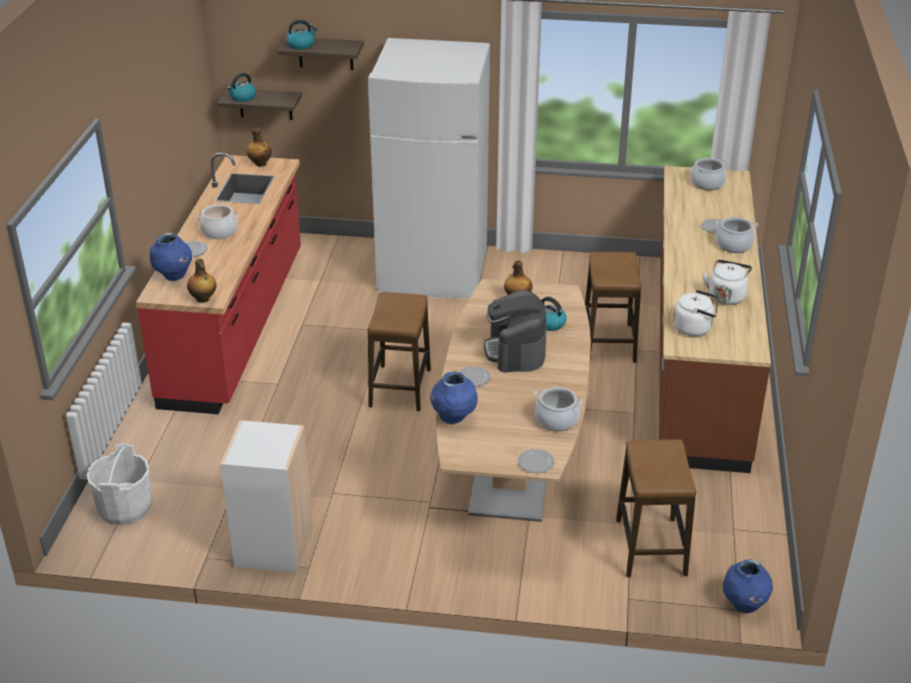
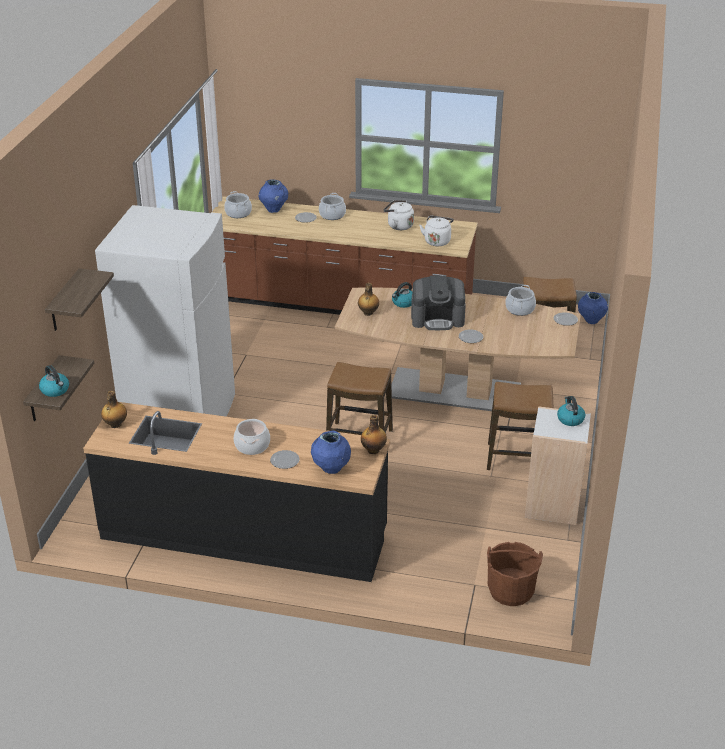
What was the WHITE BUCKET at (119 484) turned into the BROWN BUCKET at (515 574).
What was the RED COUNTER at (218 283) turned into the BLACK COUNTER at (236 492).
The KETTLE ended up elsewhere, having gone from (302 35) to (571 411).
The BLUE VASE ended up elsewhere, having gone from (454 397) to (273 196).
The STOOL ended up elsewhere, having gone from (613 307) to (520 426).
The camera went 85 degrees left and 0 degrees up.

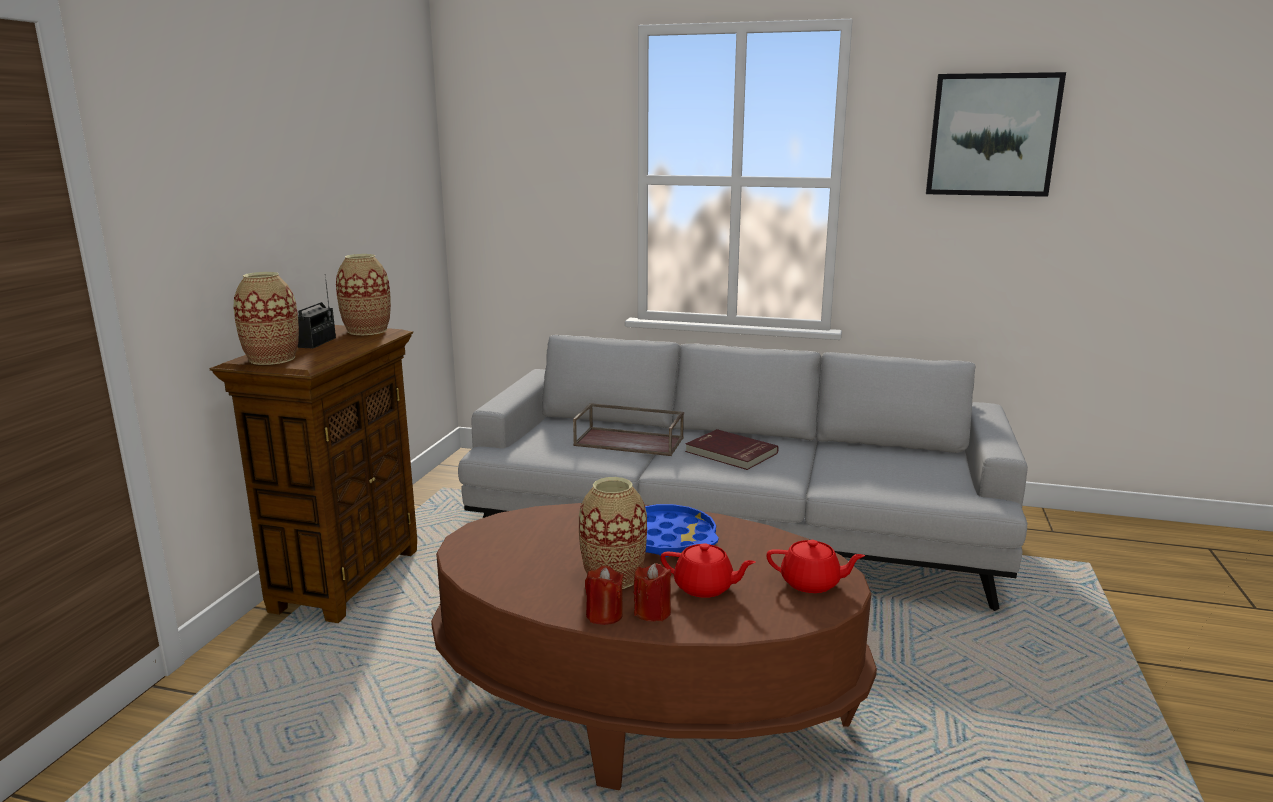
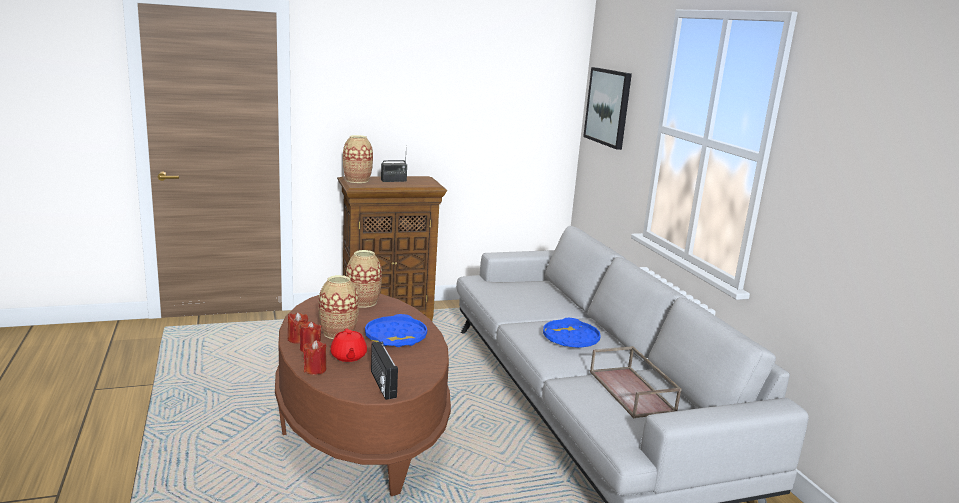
The VASE ended up elsewhere, having gone from (363 294) to (364 279).
The BROWN TRAY ended up elsewhere, having gone from (628 429) to (636 382).
Where the RED BOOK stood at (732 449), the BLUE TRAY came to stand at (572 333).
Where the RED TEAPOT stood at (815 566), the RADIO came to stand at (384 370).
The PICTURE ended up elsewhere, having gone from (996 134) to (607 108).
The second view gained the RED CANDLE at (314 357).
The camera went 55 degrees right and 0 degrees up.

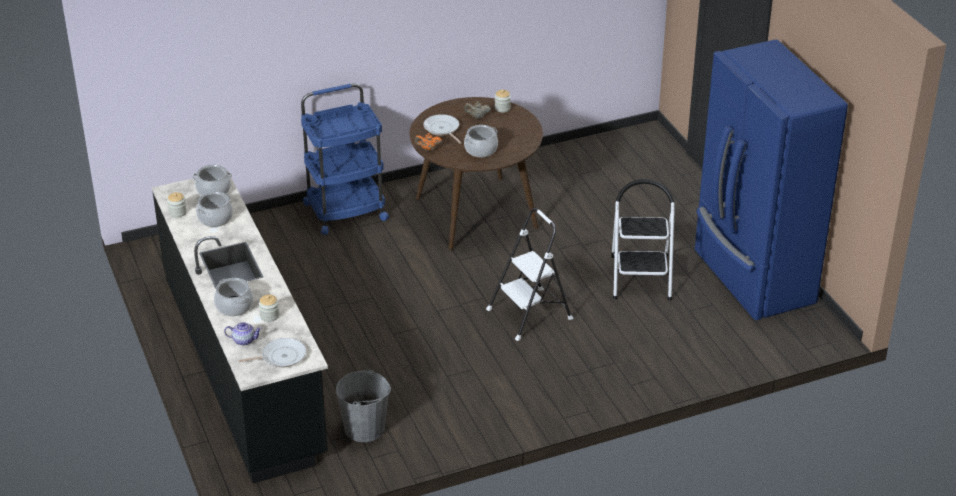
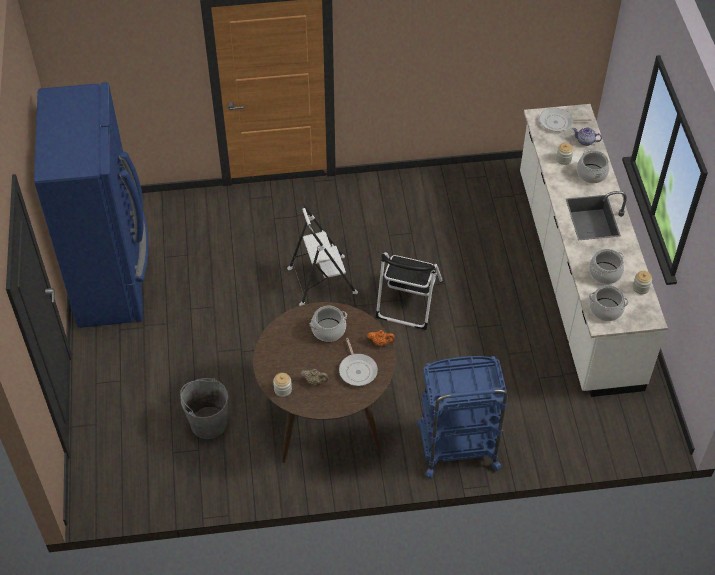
What was the BLACK COUNTER at (240 327) turned into the WHITE COUNTER at (594 250).
The GREY BUCKET ended up elsewhere, having gone from (363 405) to (204 408).
The STEP LADDER ended up elsewhere, having gone from (643 239) to (409 291).
The camera went 165 degrees left and 15 degrees up.

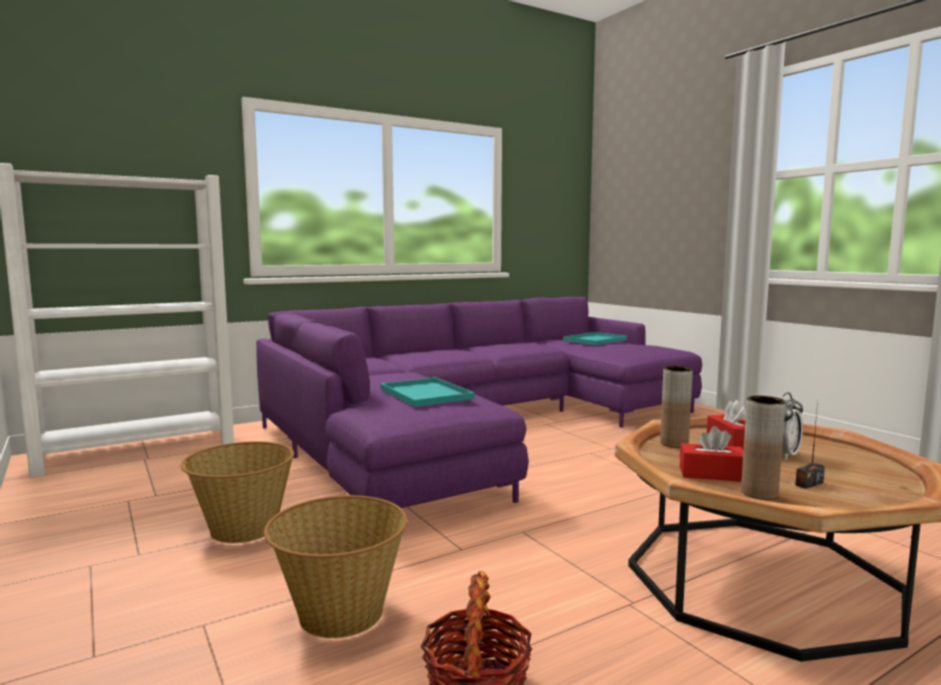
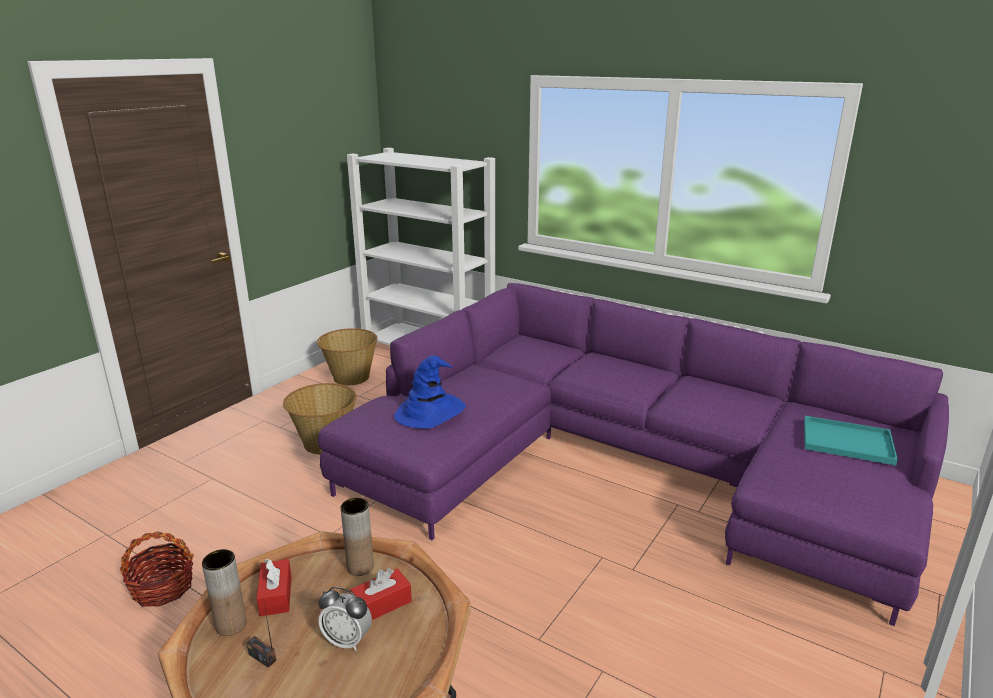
The BASKET ended up elsewhere, having gone from (336 566) to (347 356).
Where the TURQUOISE TRAY stood at (427 392), the BLUE HAT came to stand at (430 392).
The camera went 65 degrees right and 15 degrees up.

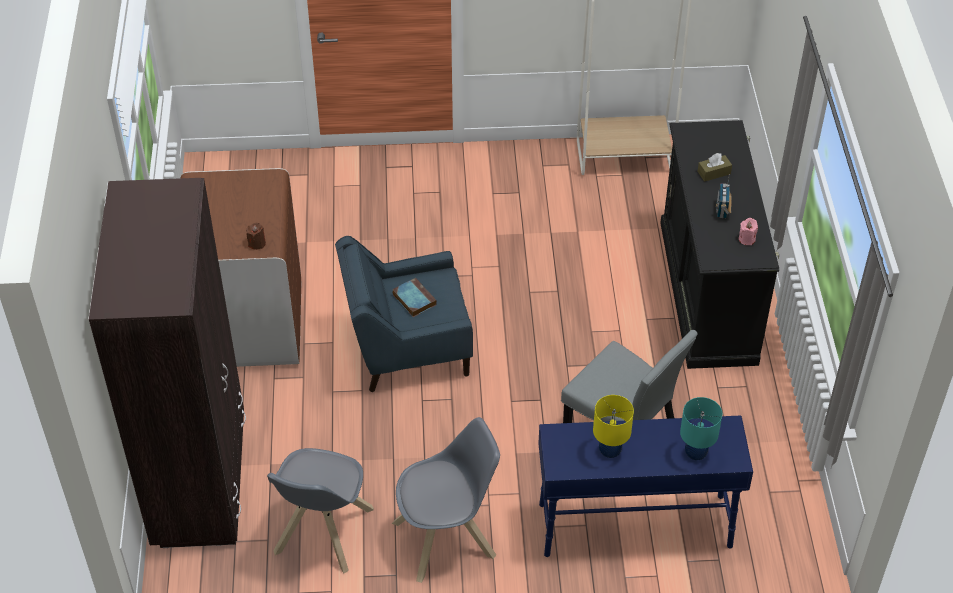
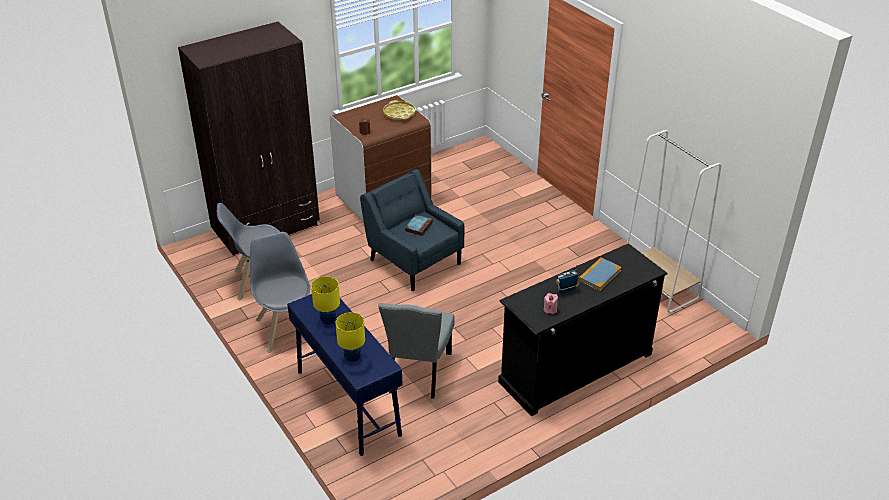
The GREY CHAIR at (446 500) ended up facing another way, 150 degrees counterclockwise from before.
What was the TURQUOISE TABLE LAMP at (701 428) turned into the YELLOW TABLE LAMP at (350 337).
Where the BROWN TISSUE BOX stood at (714 167), the BOOK came to stand at (600 274).
The second view gained the YELLOW TRAY at (399 110).
The camera went 60 degrees right and 10 degrees down.

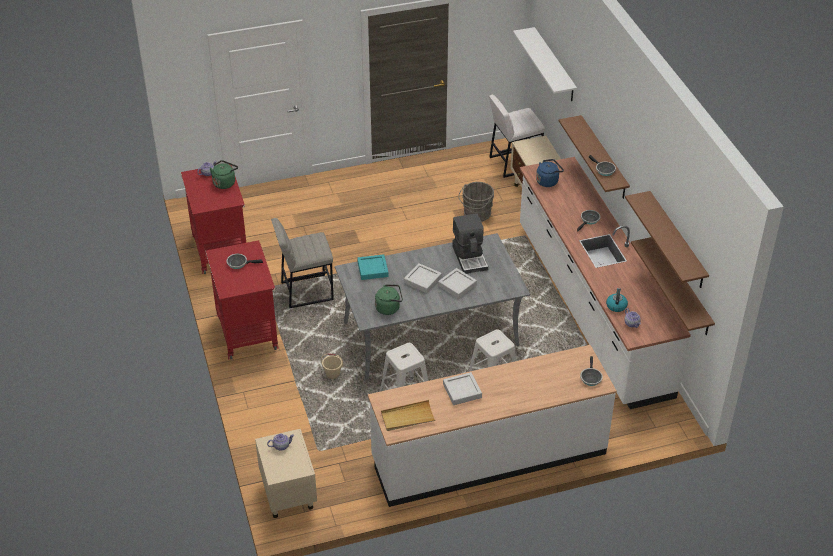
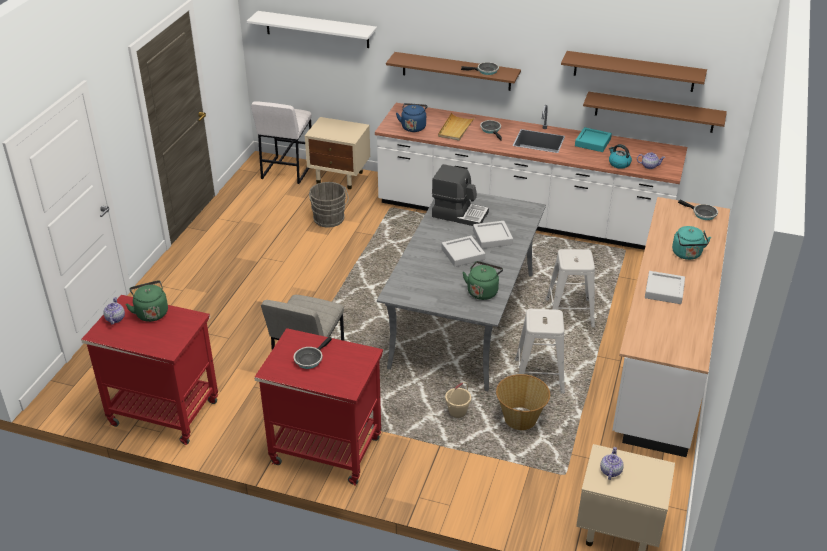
The TURQUOISE TRAY ended up elsewhere, having gone from (373 267) to (593 139).
The BEIGE TRAY ended up elsewhere, having gone from (408 415) to (456 126).
The second view gained the BASKET at (523 402).
The second view gained the TURQUOISE KETTLE at (691 243).
The camera went 55 degrees left and 5 degrees down.

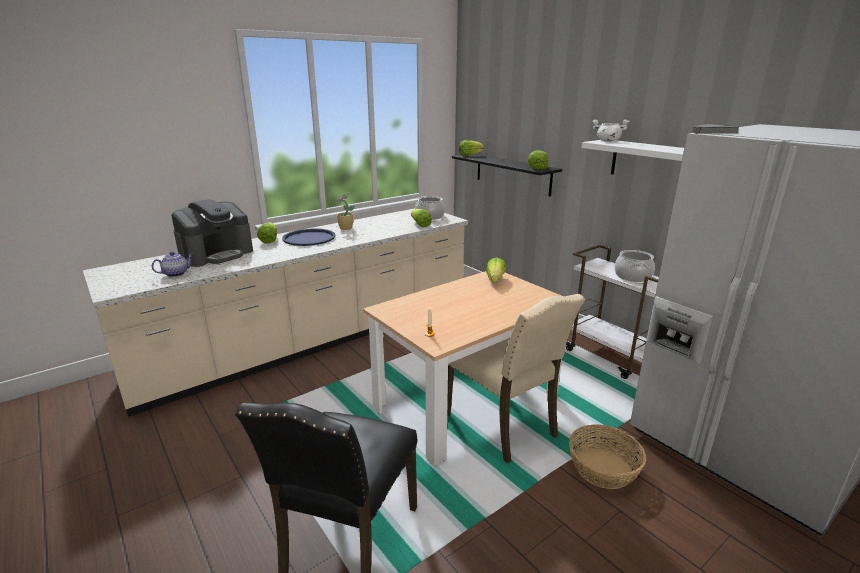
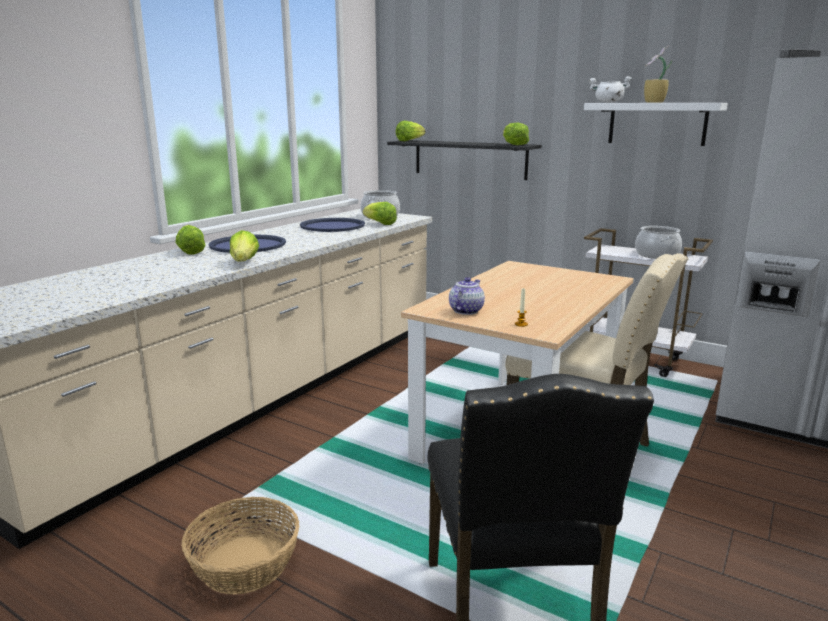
The TEAPOT ended up elsewhere, having gone from (172 264) to (467 296).
The second view lost the COFFEE MACHINE at (212 233).
The POTTED PLANT ended up elsewhere, having gone from (344 211) to (658 74).
The LETTUCE ended up elsewhere, having gone from (496 269) to (244 246).
The BASKET ended up elsewhere, having gone from (607 456) to (241 546).
The second view gained the BLUE TRAY at (332 225).
The camera went 20 degrees left and 5 degrees down.

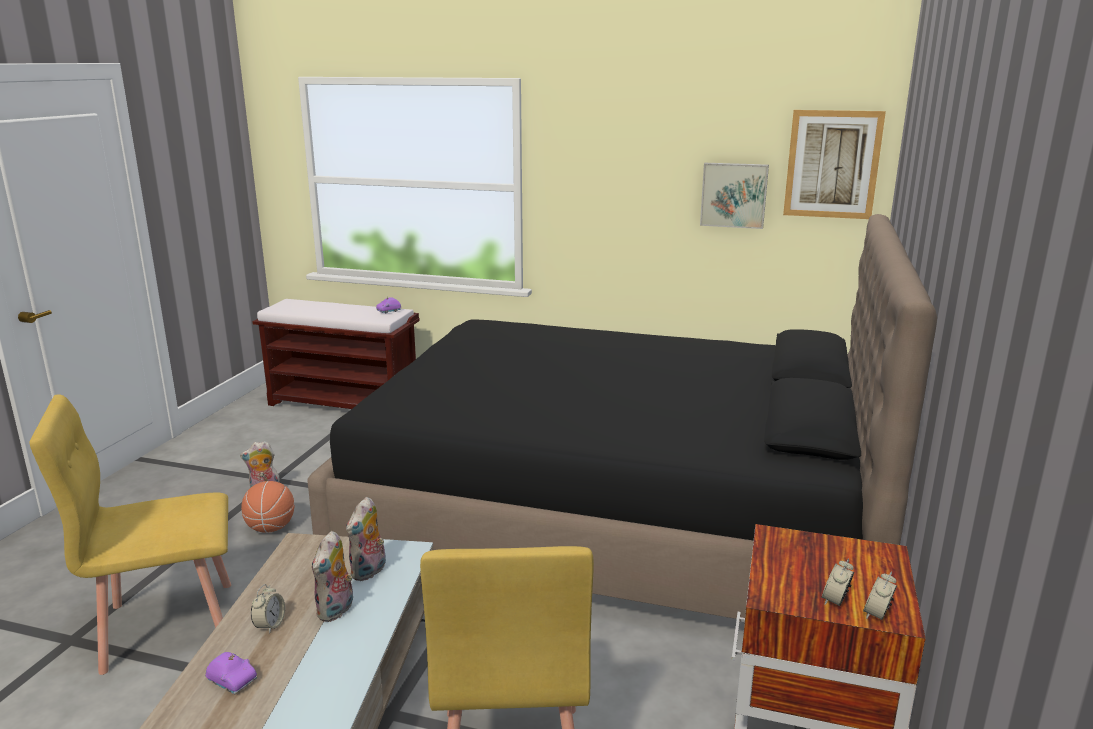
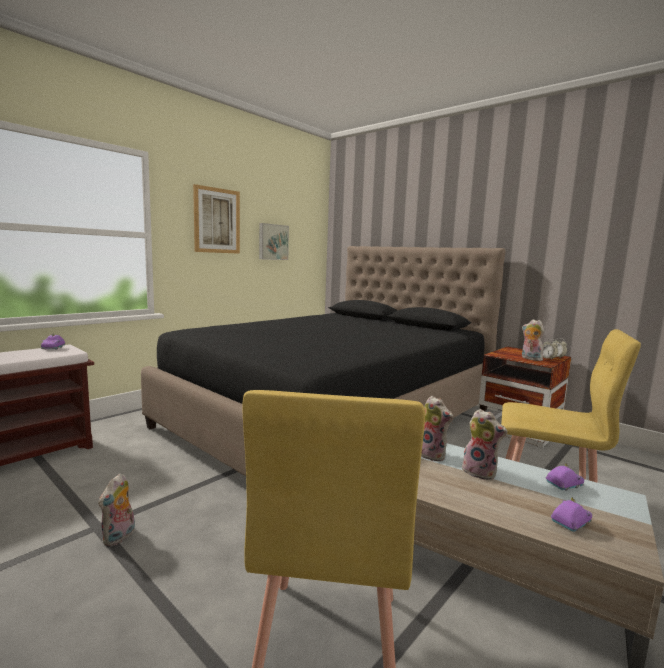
The second view lost the BASKETBALL at (267 507).
The second view lost the ALARM CLOCK at (268 609).
The PICTURE ended up elsewhere, having gone from (834 164) to (216 219).
The second view gained the PLUSH TOY at (533 340).
The second view gained the PURPLE TOY CAR at (565 477).
The camera went 65 degrees left and 10 degrees down.

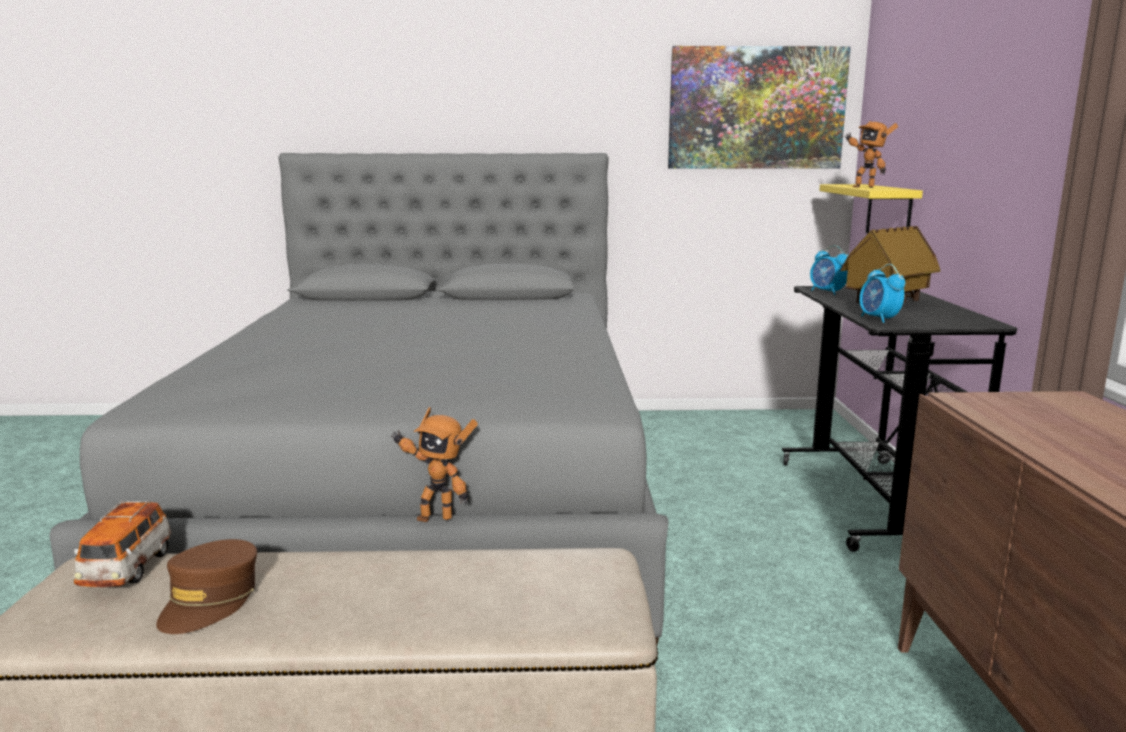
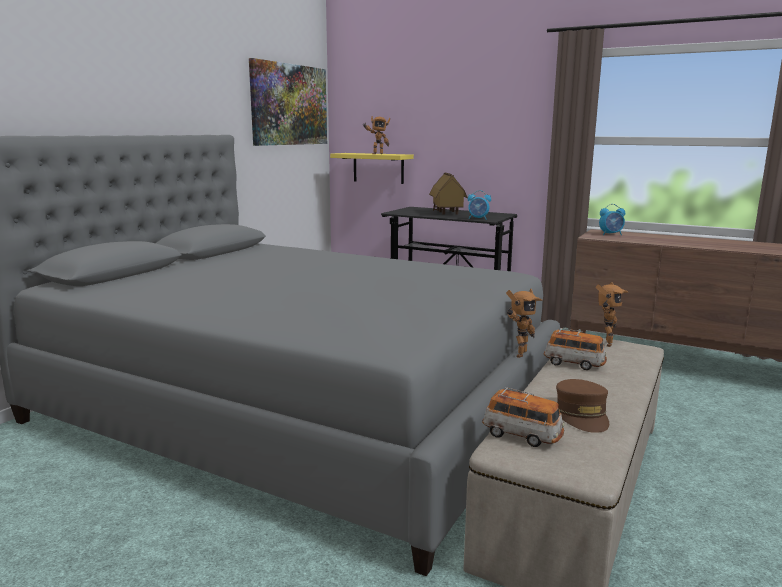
The BROWN CAP at (206 586) ended up facing another way, 45 degrees clockwise from before.
The ALARM CLOCK ended up elsewhere, having gone from (829 270) to (612 219).
The second view gained the TOY CAR at (575 349).
The second view gained the TOY ROBOT at (612 314).
The camera went 60 degrees left and 0 degrees up.

